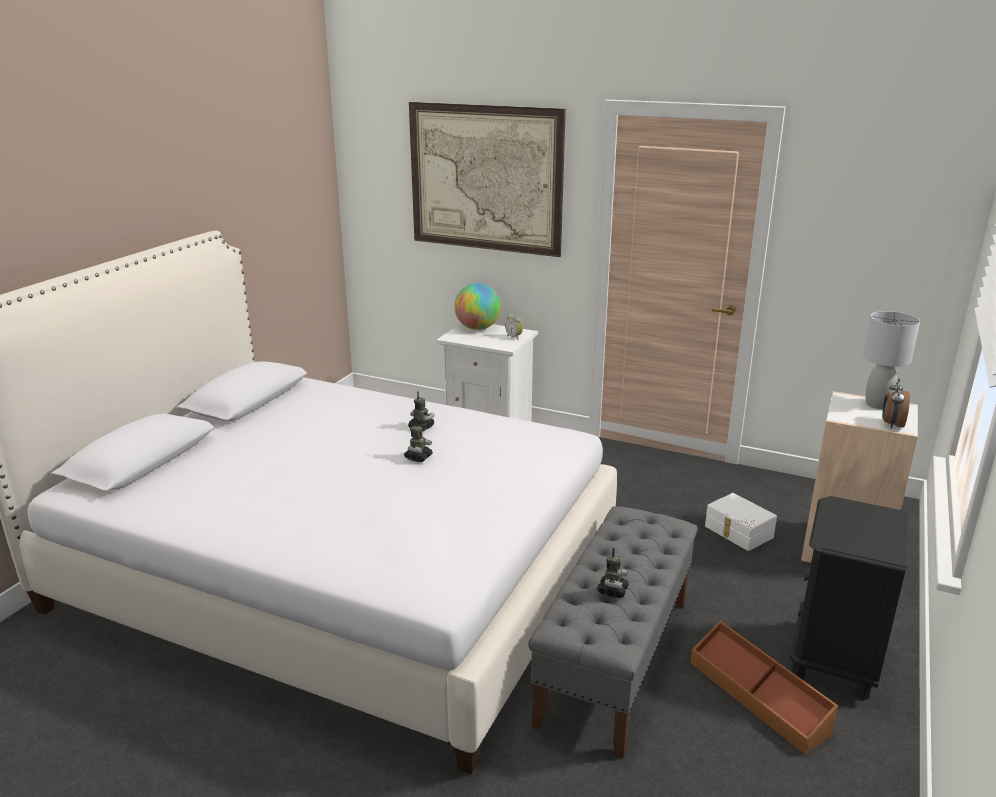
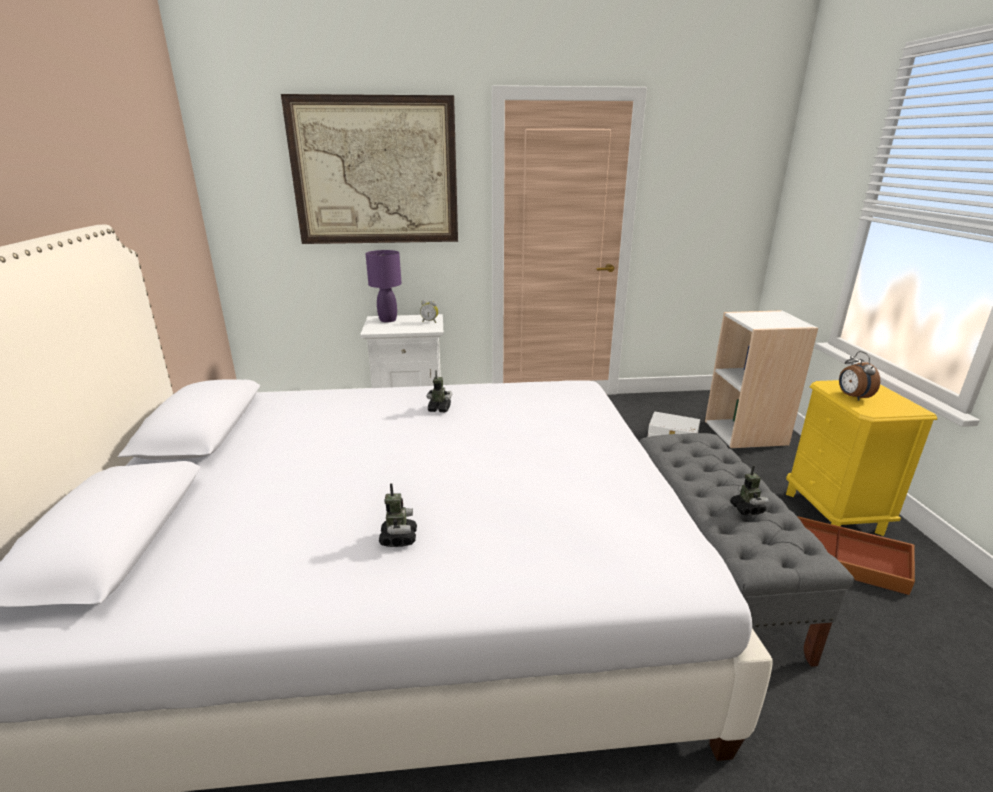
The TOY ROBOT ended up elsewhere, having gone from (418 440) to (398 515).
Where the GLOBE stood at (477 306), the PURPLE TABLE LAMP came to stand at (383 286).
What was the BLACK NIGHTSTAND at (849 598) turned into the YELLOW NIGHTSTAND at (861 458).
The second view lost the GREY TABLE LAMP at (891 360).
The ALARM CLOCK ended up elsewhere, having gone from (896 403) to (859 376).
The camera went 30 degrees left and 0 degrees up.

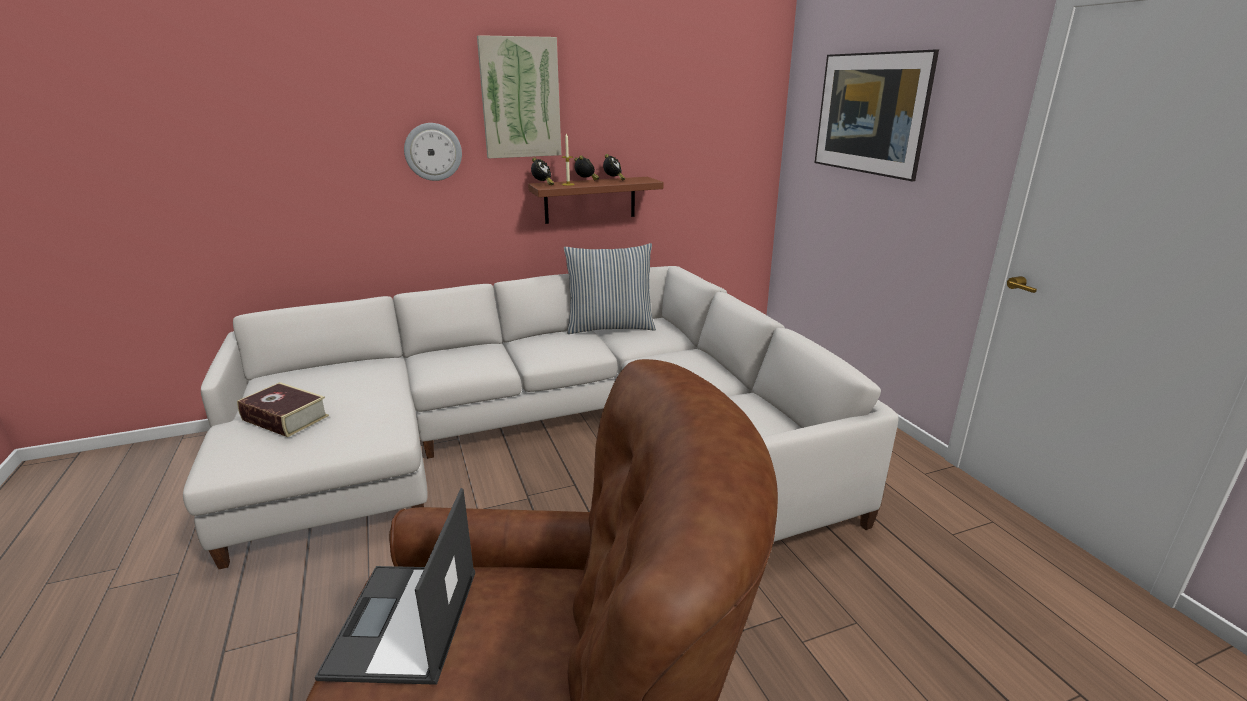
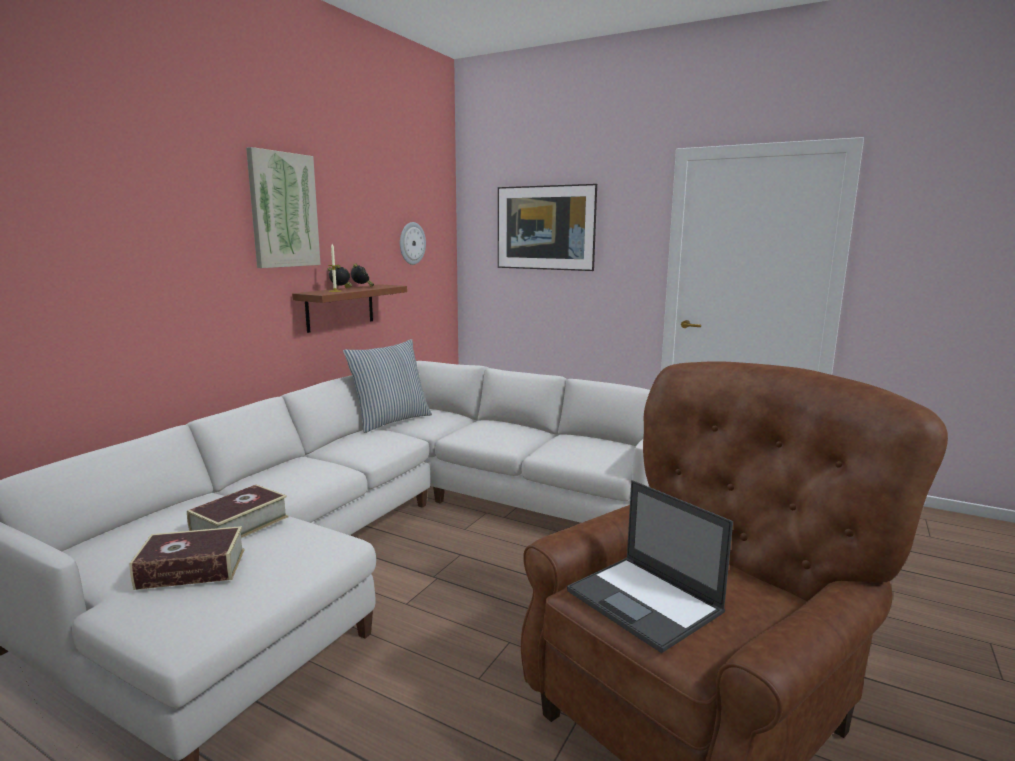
The WALL CLOCK ended up elsewhere, having gone from (433 152) to (413 243).
The second view lost the ALARM CLOCK at (542 171).
The second view gained the BOOK at (238 511).
The camera went 40 degrees left and 10 degrees down.

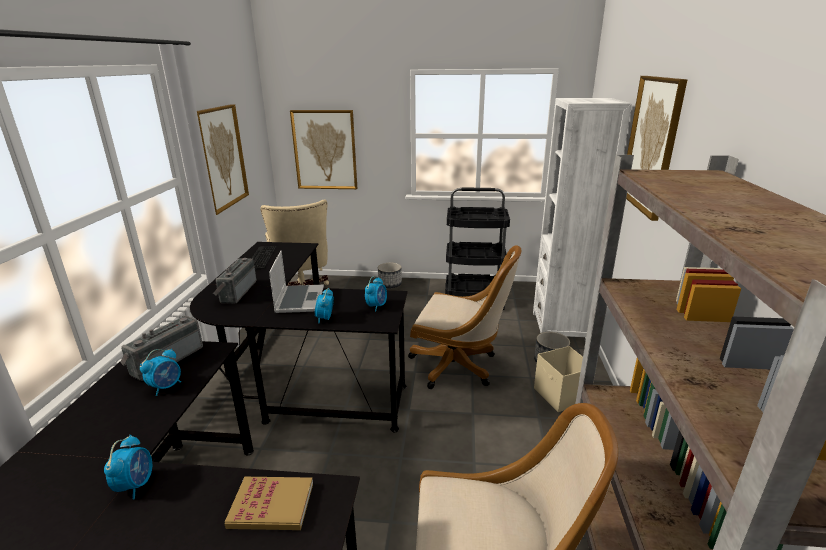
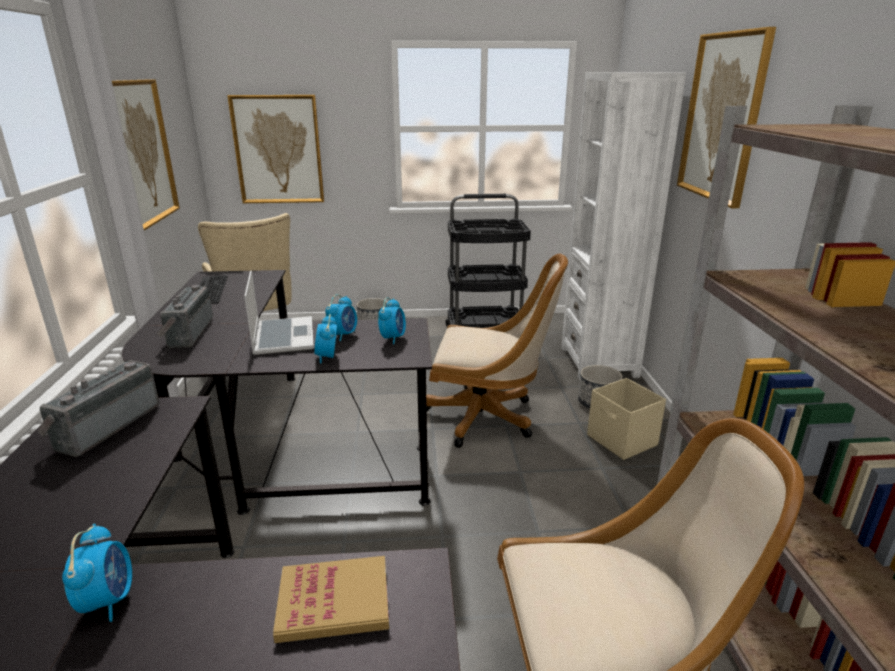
The ALARM CLOCK ended up elsewhere, having gone from (160 372) to (341 318).
The camera went 10 degrees left and 0 degrees up.

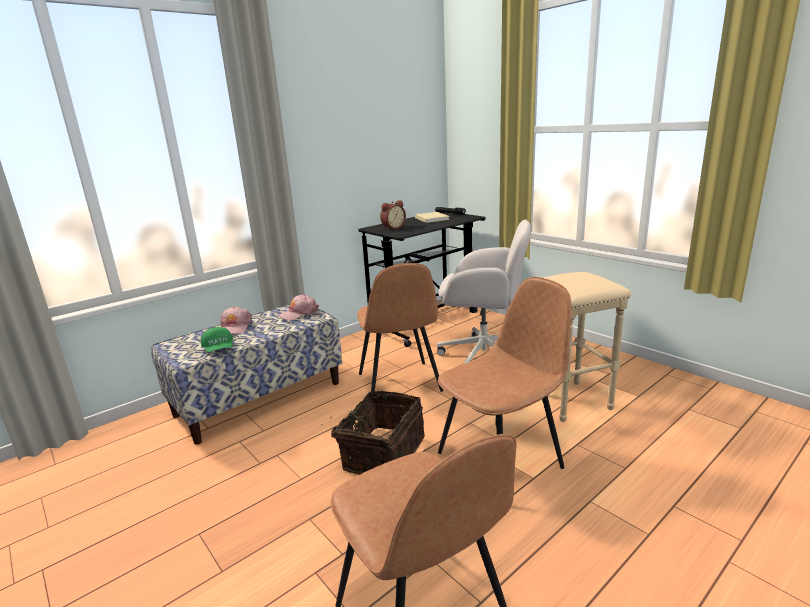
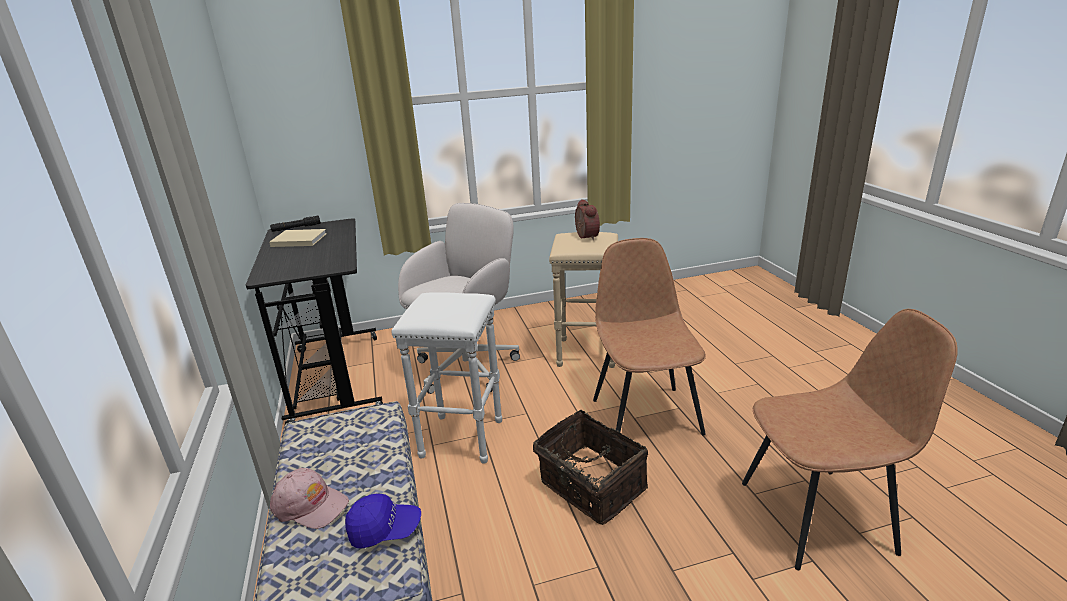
What was the GREEN CAP at (217 339) turned into the BLUE CAP at (383 521).
The second view lost the PINK CAP at (298 307).
Where the BROWN CHAIR stood at (400 327), the WHITE STOOL came to stand at (447 378).
The ALARM CLOCK ended up elsewhere, having gone from (393 215) to (587 220).
The camera went 65 degrees left and 5 degrees up.

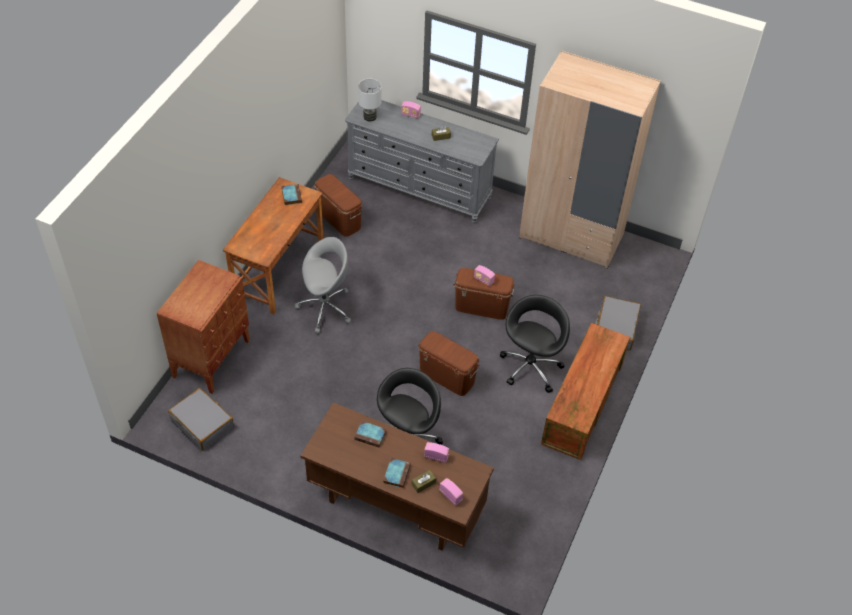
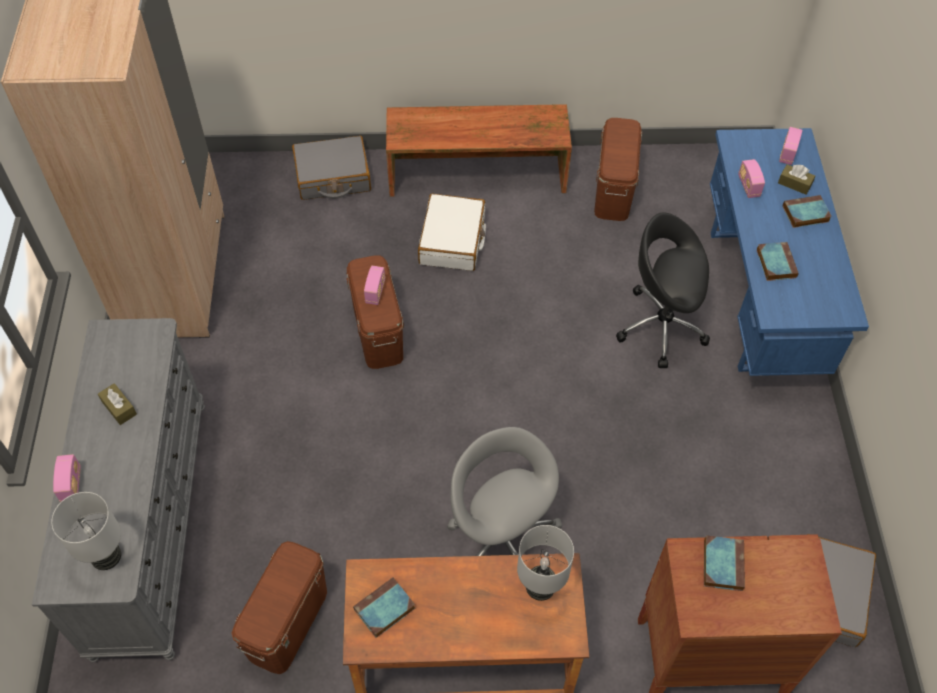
What was the BROWN DESK at (397 476) turned into the BLUE DESK at (789 252).
The BROWN STORAGE BOX ended up elsewhere, having gone from (448 363) to (618 169).
Where the BLACK OFFICE CHAIR stood at (535 344), the WHITE SUITCASE came to stand at (452 232).
The second view gained the GREY TABLE LAMP at (545 563).
The second view gained the BOOK at (724 563).
The camera went 115 degrees left and 5 degrees up.

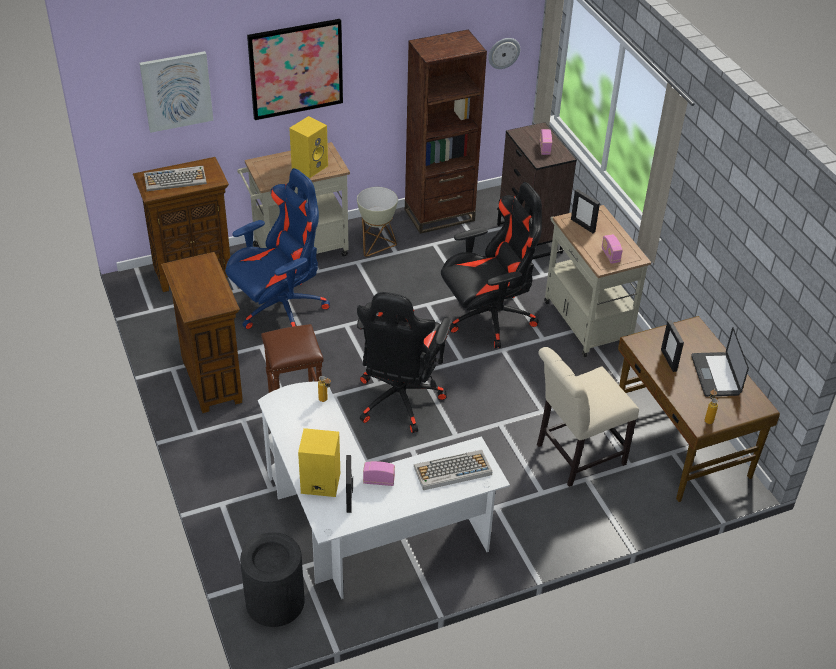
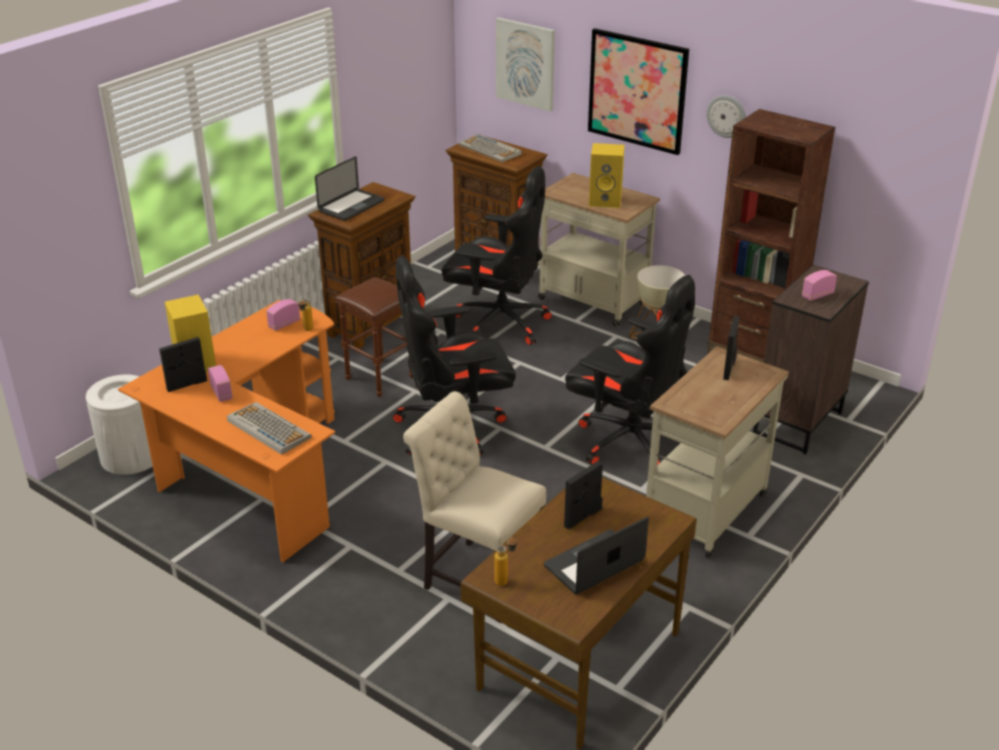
What was the BLUE OFFICE CHAIR at (277 248) turned into the BLACK OFFICE CHAIR at (497 255).
What was the BLACK TRASH CAN at (272 579) turned into the WHITE TRASH CAN at (119 425).
What was the WHITE DESK at (384 490) turned into the ORANGE DESK at (226 431).
The WALL CLOCK ended up elsewhere, having gone from (504 53) to (726 116).
The RADIO ended up elsewhere, having gone from (612 249) to (283 315).
The second view gained the LAPTOP at (349 188).
The camera went 60 degrees right and 10 degrees down.

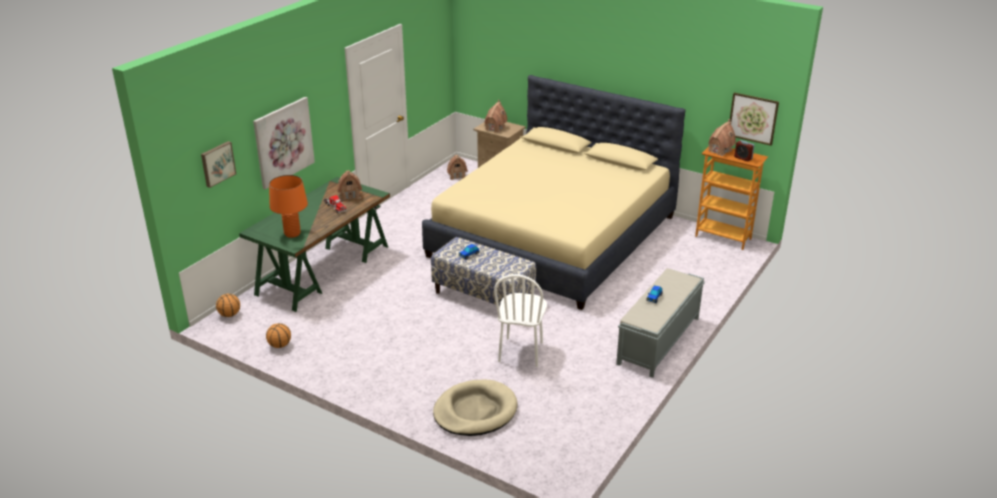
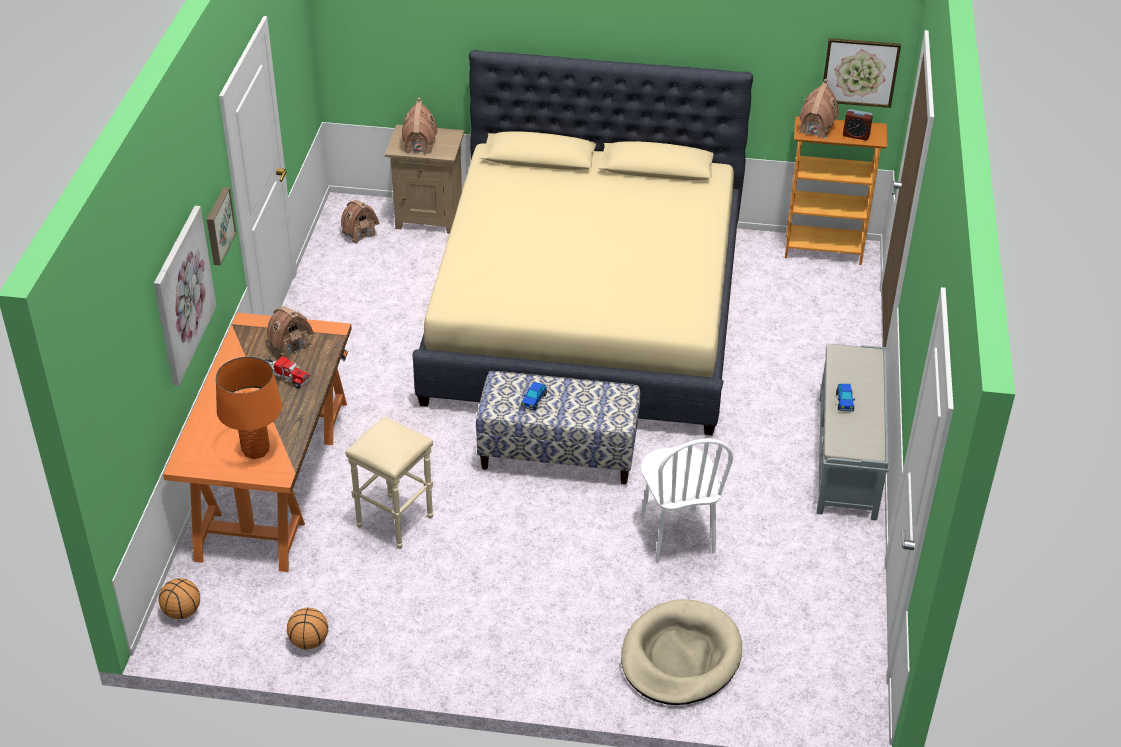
The PICTURE ended up elsewhere, having gone from (218 164) to (221 226).
What was the GREEN DESK at (314 244) turned into the ORANGE DESK at (257 442).
The second view gained the BEIGE STOOL at (389 483).
The camera went 25 degrees left and 10 degrees up.

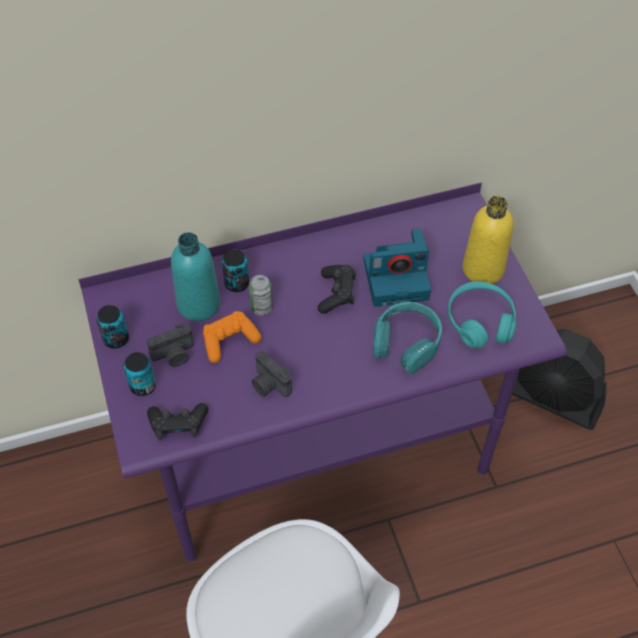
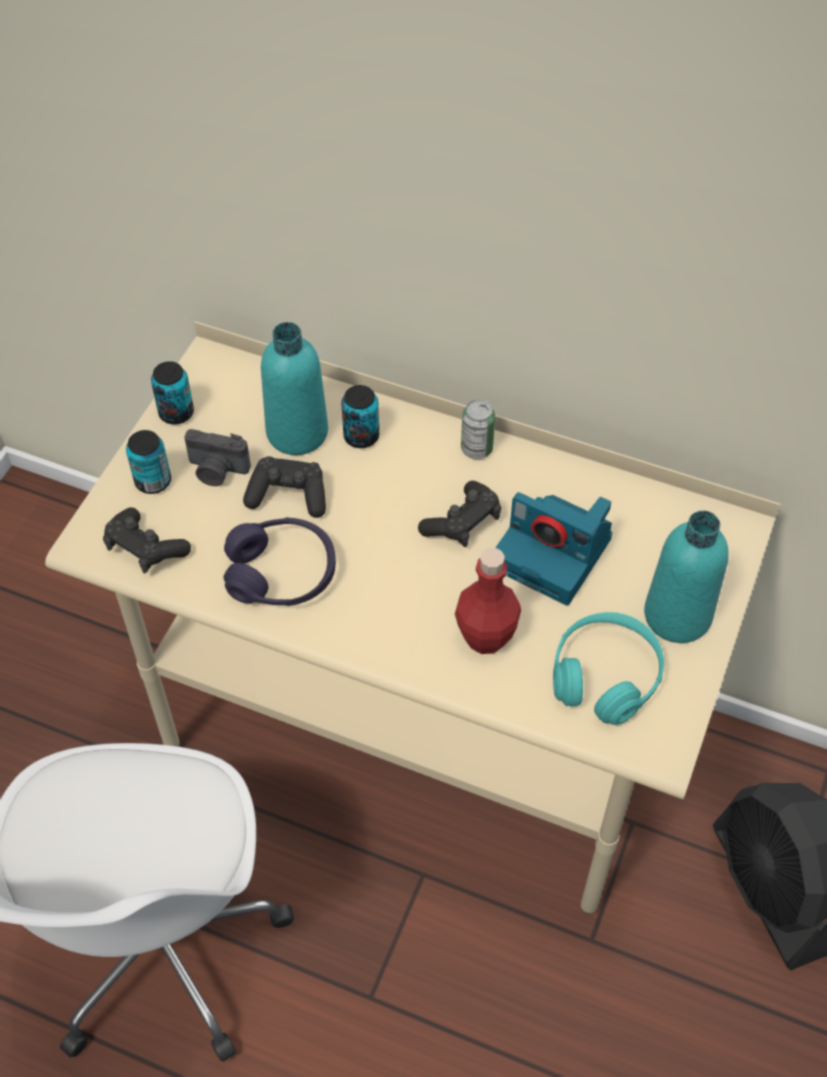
What was the PURPLE DESK at (322 372) turned into the BEIGE DESK at (412 617).
What was the ORANGE GAME CONTROLLER at (232 337) turned into the BLACK GAME CONTROLLER at (284 487).
The CAN ended up elsewhere, having gone from (261 295) to (478 429).
Where the PHOTO CAMERA stood at (271 374), the PURPLE HEADPHONES came to stand at (280 561).
Where the TURQUOISE HEADPHONES stood at (407 338), the RED BOTTLE came to stand at (488 601).
What was the YELLOW BOTTLE at (488 240) turned into the TURQUOISE BOTTLE at (686 577).
The camera went 40 degrees right and 0 degrees up.

